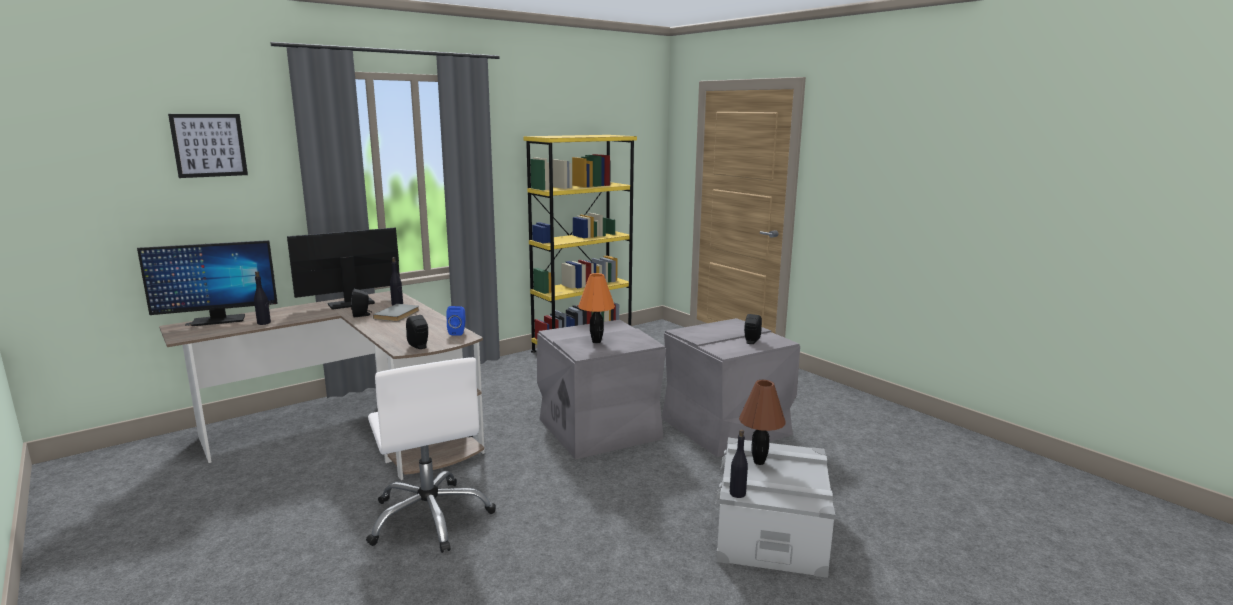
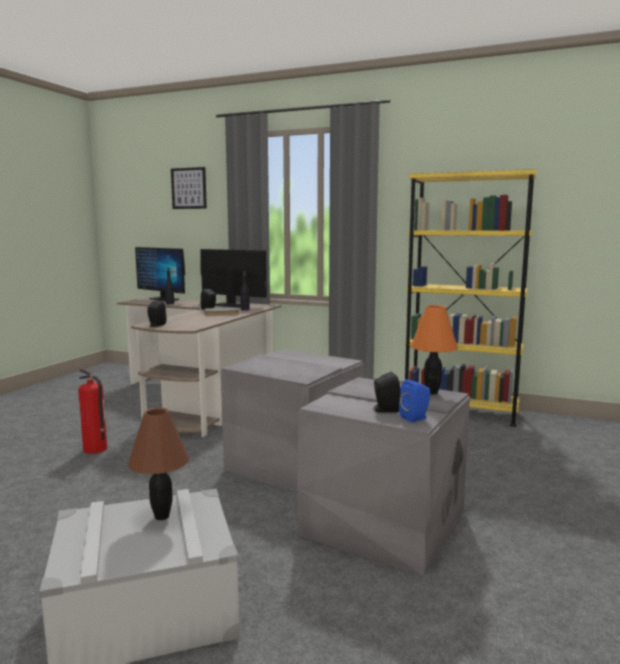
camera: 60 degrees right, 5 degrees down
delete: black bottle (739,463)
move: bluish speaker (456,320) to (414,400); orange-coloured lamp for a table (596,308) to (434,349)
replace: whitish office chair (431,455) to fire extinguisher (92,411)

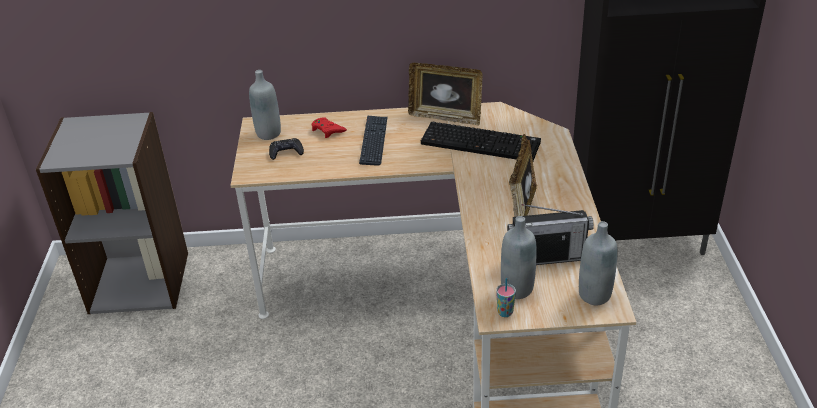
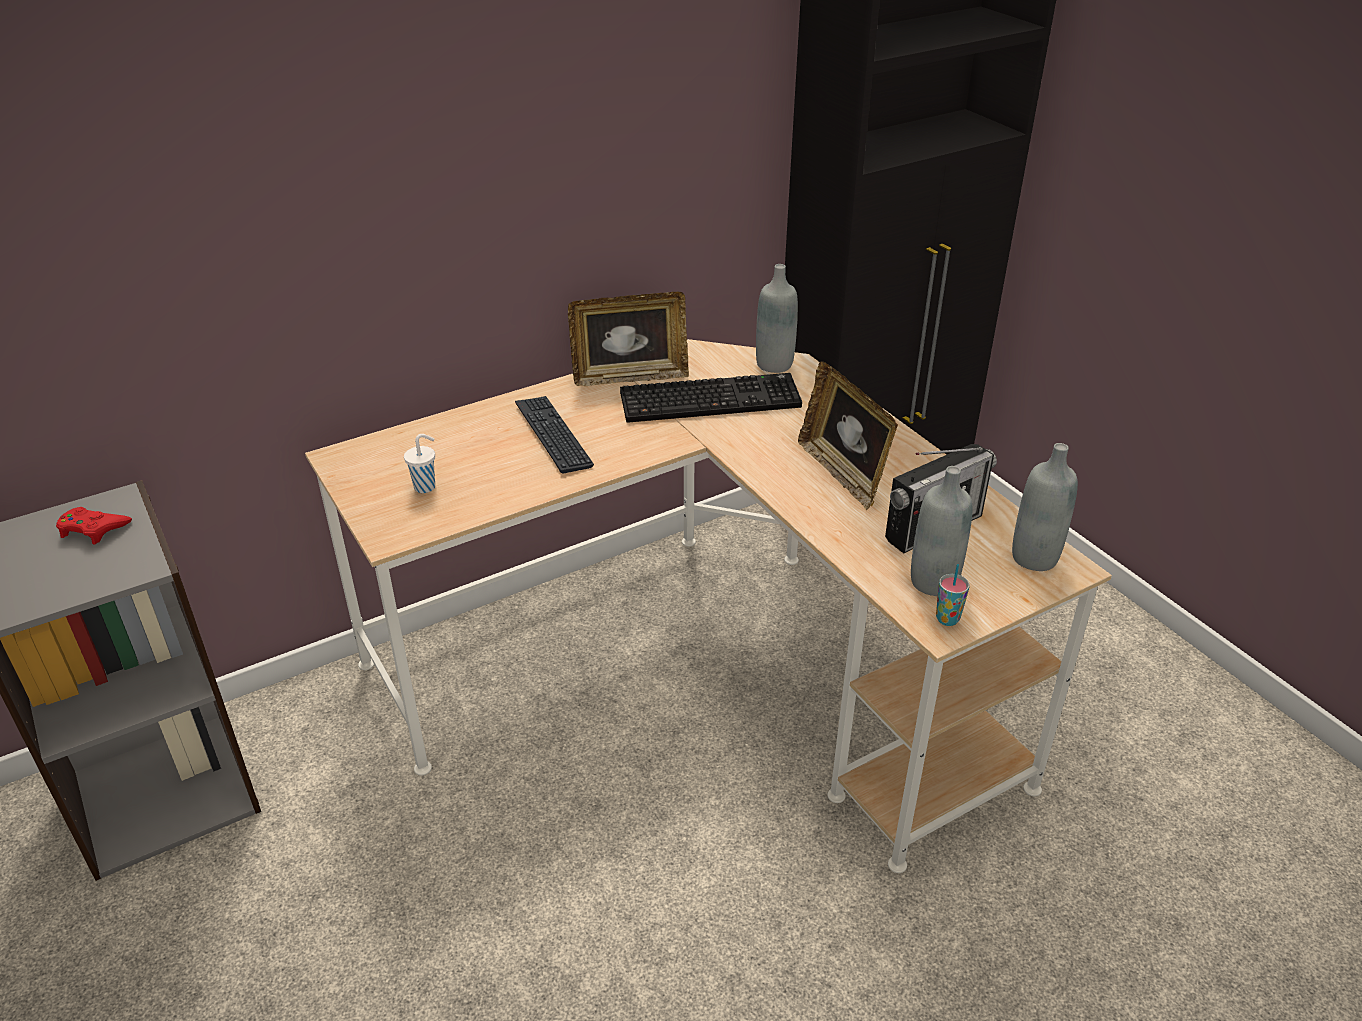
camera: 30 degrees left, 0 degrees up
move: gray bottle (265,105) to (777,318); red-coloured game controller (329,128) to (94,526)
replace: black game controller (286,149) to whitish small cup (419,463)

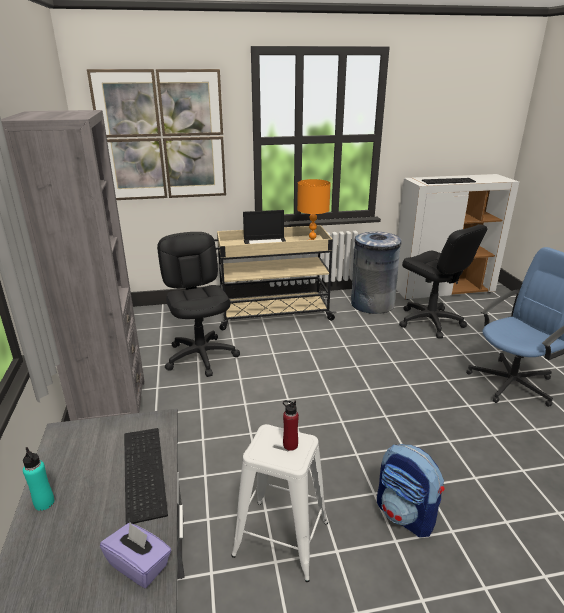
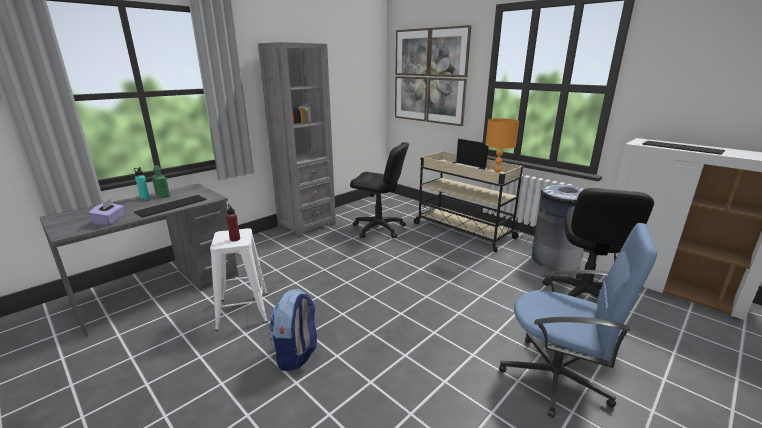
camera: 55 degrees right, 5 degrees down
insert: green-coloured bottle (161,181)
rotate: black office chair (198,304) = (379,190) 75 degrees clockwise

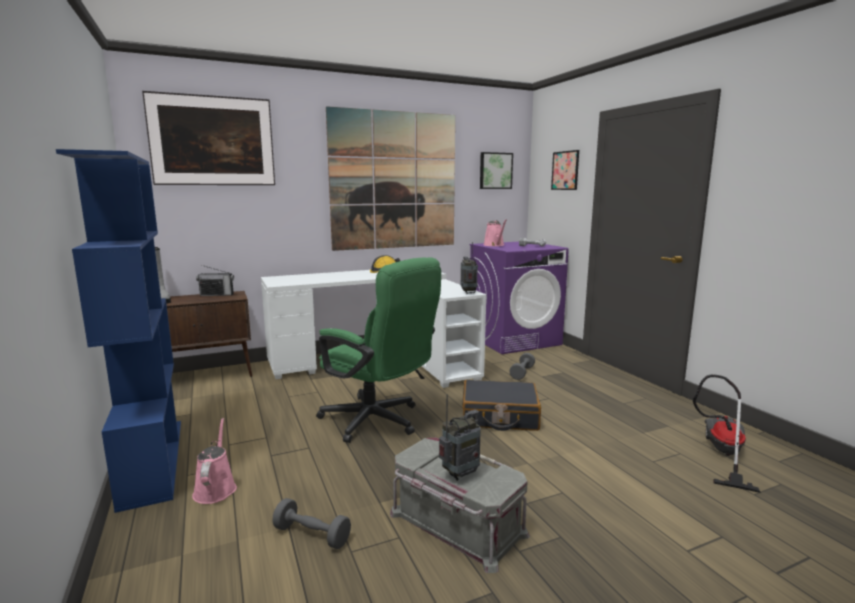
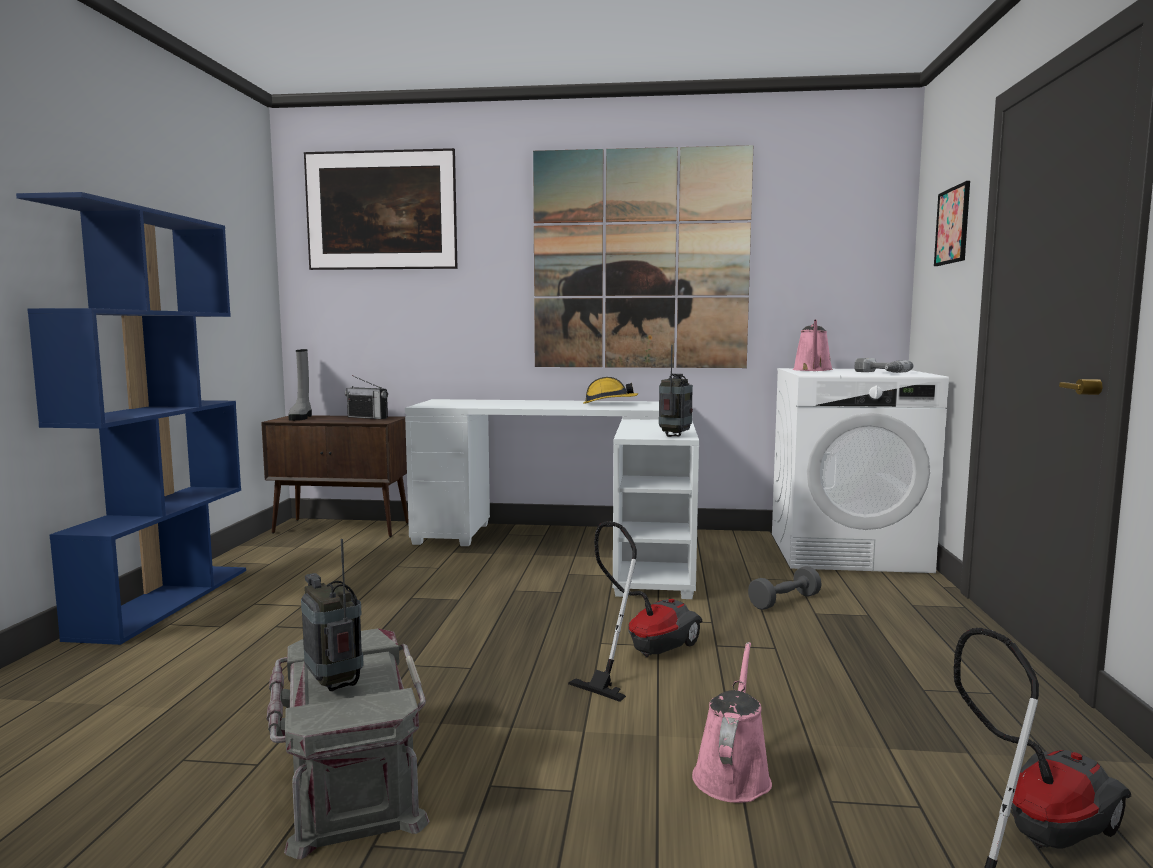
camera: 30 degrees right, 5 degrees down
delete: gray hand weight (311,523); green-coloured office chair (378,350); wall picture (496,170)
move: pinkish watering can (214,461) to (732,722)
replace: black suitcase (502,405) to vacuum cleaner (635,611)
recolor: purplish laundry machine (519,298) to whitish laundry machine (860,470)
rotate: radio (460,437) = (332,615) 120 degrees counterclockwise

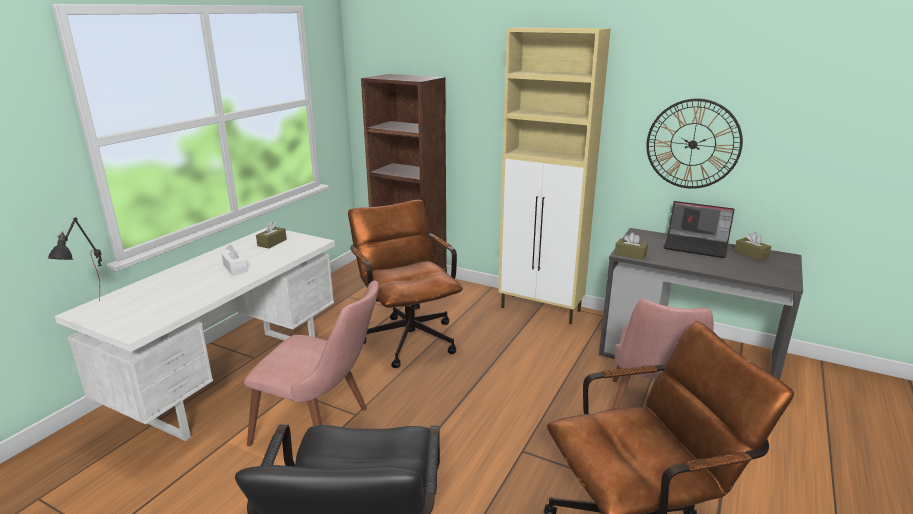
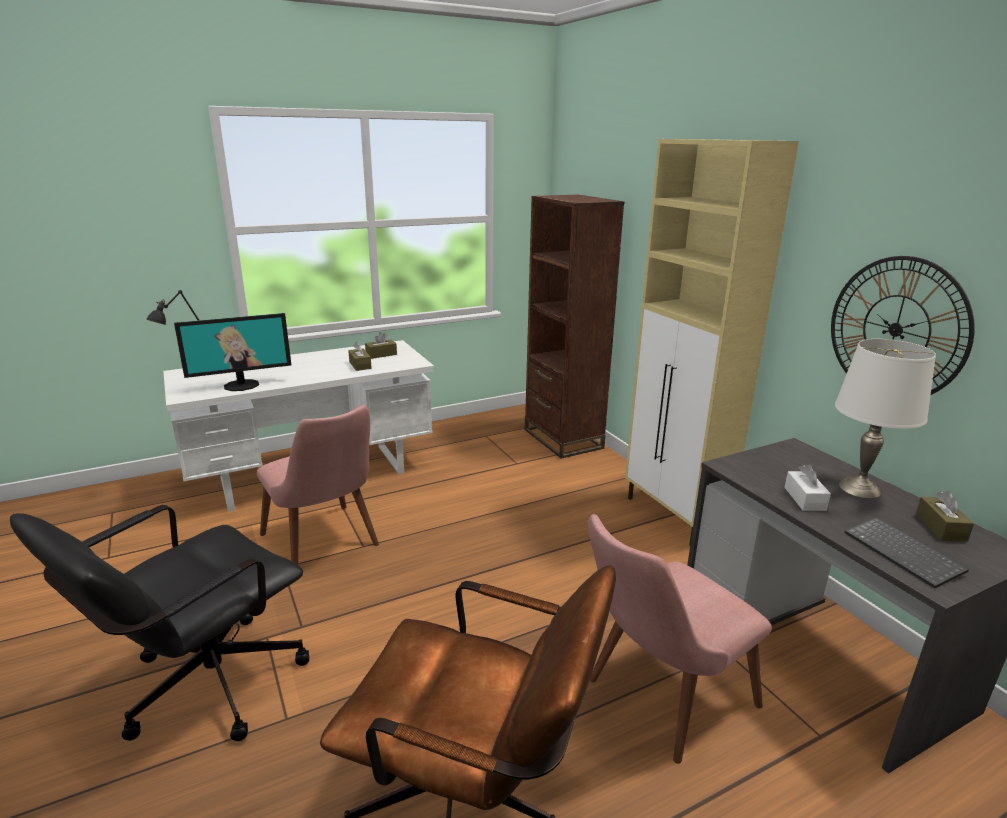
camera: 35 degrees right, 0 degrees up
delete: brown office chair (405,284)
insert: computer screen (232,352); keyboard (907,552)
move: whitish box of tissues (235,259) to (807,487); brown box of tissues (631,246) to (360,356)
replace: notebook computer (699,229) to whitish lamp for a table (885,418)

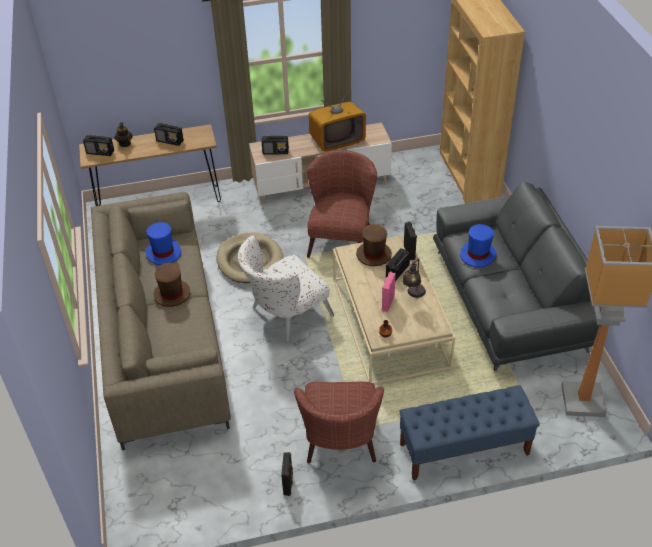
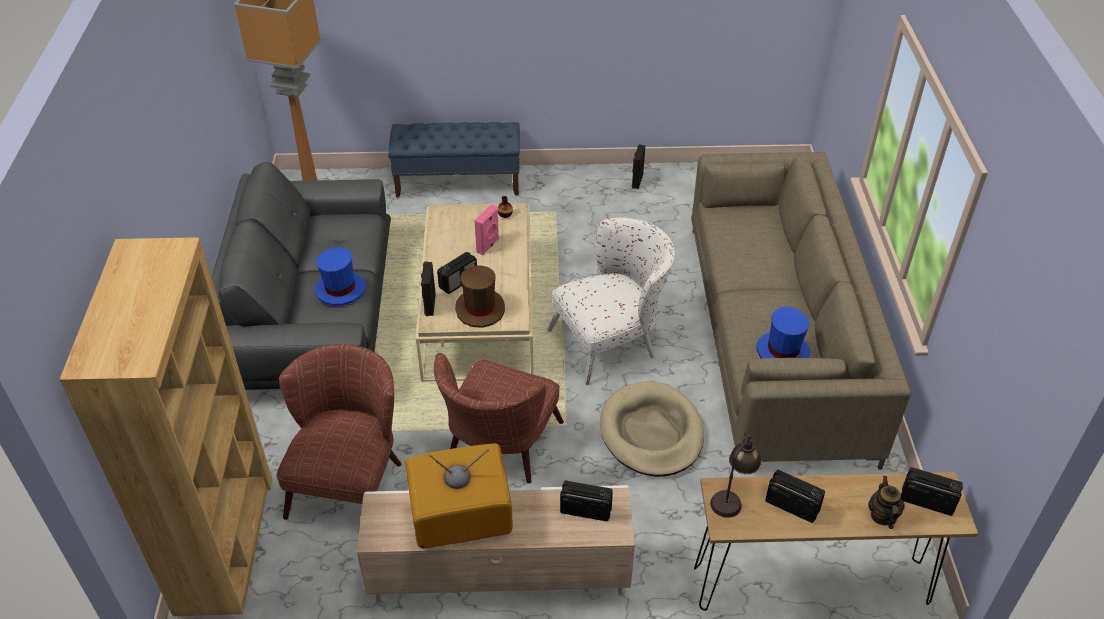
camera: 170 degrees left, 0 degrees up
delete: brown clothing hat (172,284)
move: brown armchair (339,422) to (339,432); lamp for a table (414,278) to (736,475)

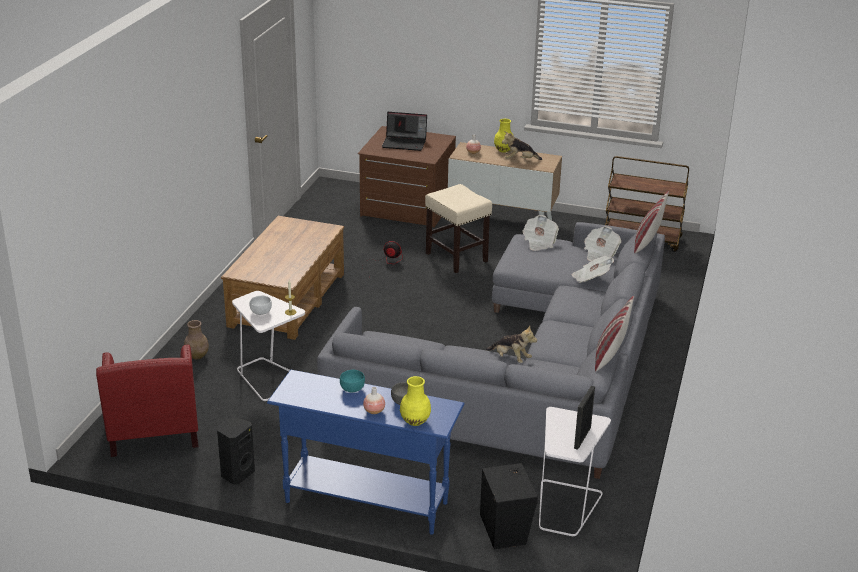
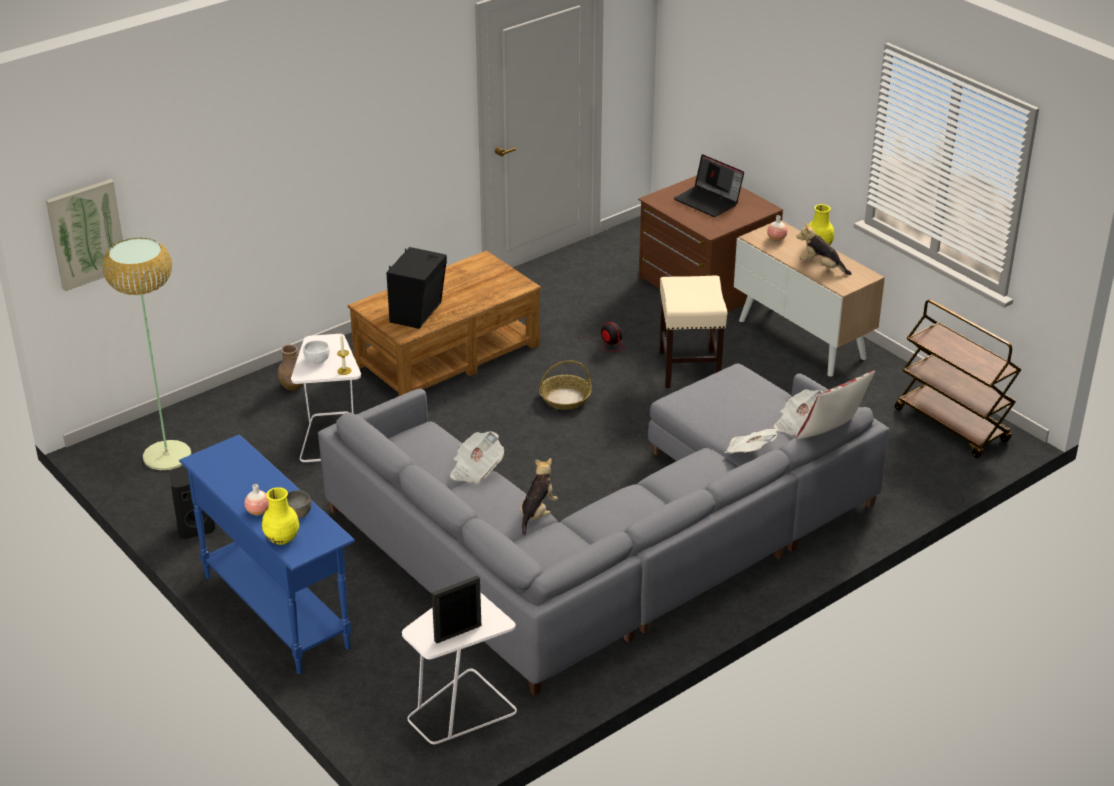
camera: 35 degrees right, 5 degrees up
delete: blue-green bowl (352,381); throw pillow (614,333)
insert: wall picture (85,235); basket (565,385)
move: black speaker (509,506) to (416,288); newspaper (540,233) to (477,458)
replace: red-coloured armchair (147,400) to floor lamp (146,354)
rotate: soft toy (511,344) = (539,497) 135 degrees counterclockwise

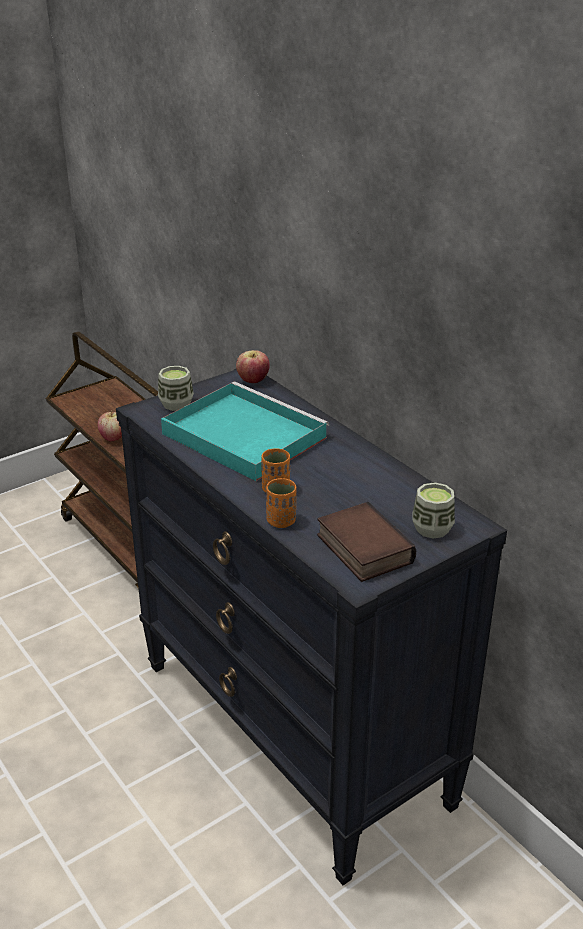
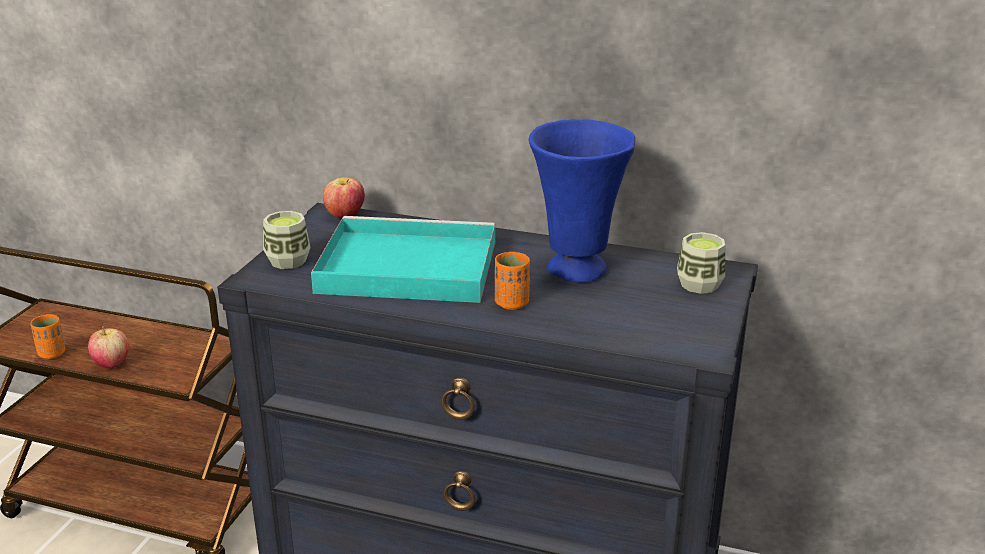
camera: 35 degrees left, 5 degrees down
delete: book (366,542)
insert: bluish vase (582,201)
move: orange-coloured small cup (281,503) to (47,336)

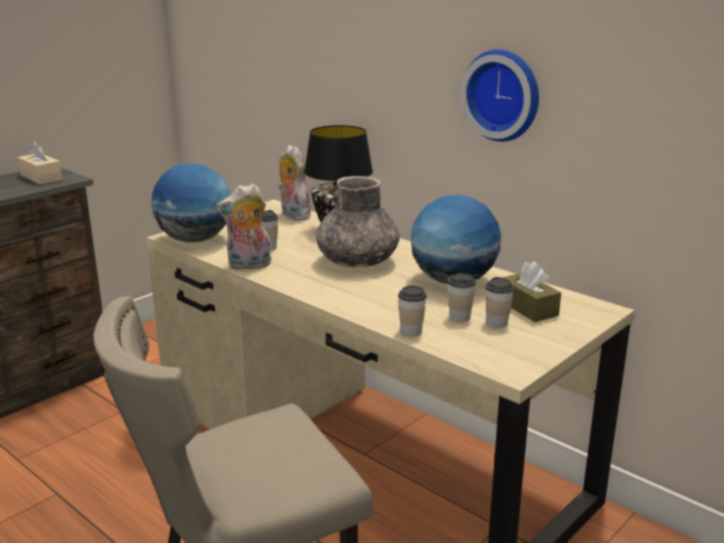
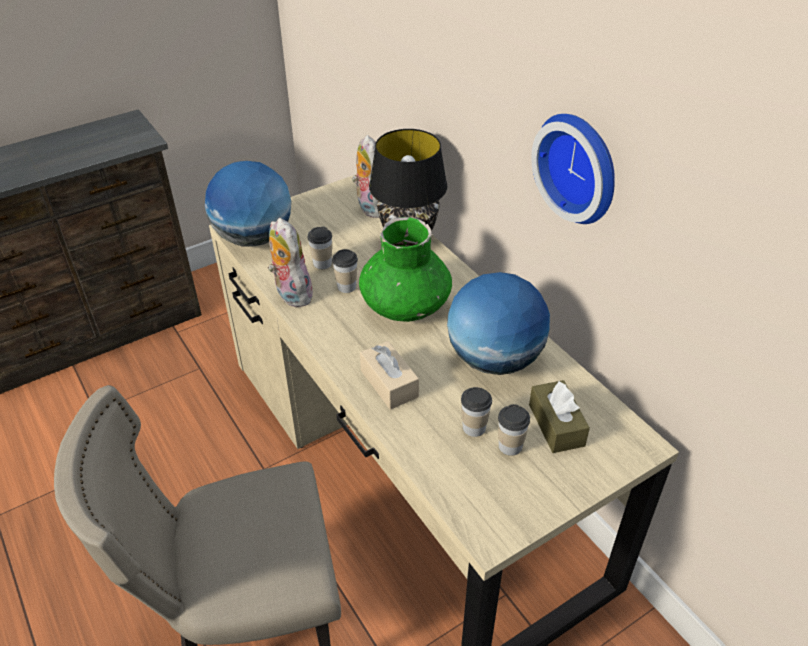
camera: 15 degrees right, 20 degrees up
move: sand-coloured box of tissues (40,162) to (389,375); small cup (412,311) to (345,271)
recolor: gray vase (358,221) to green-coloured vase (405,269)
rotate: soft toy (244,226) = (290,262) 60 degrees clockwise

